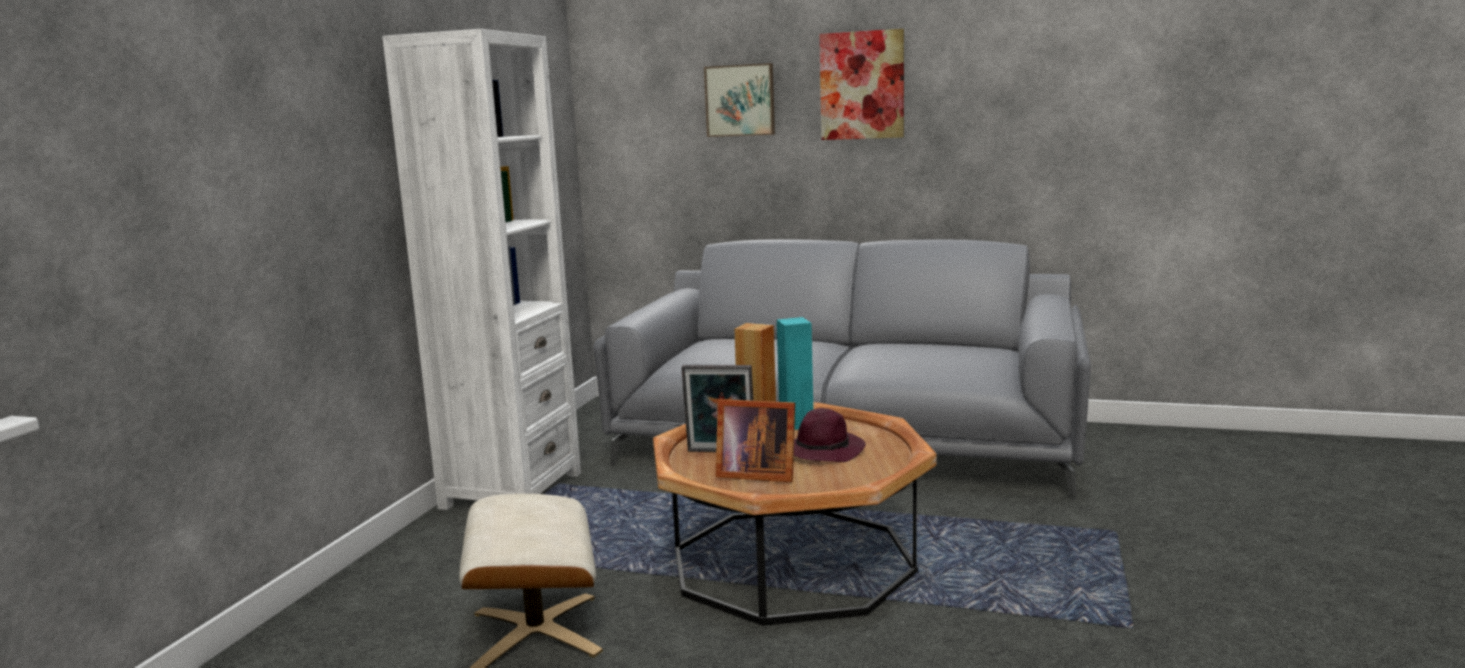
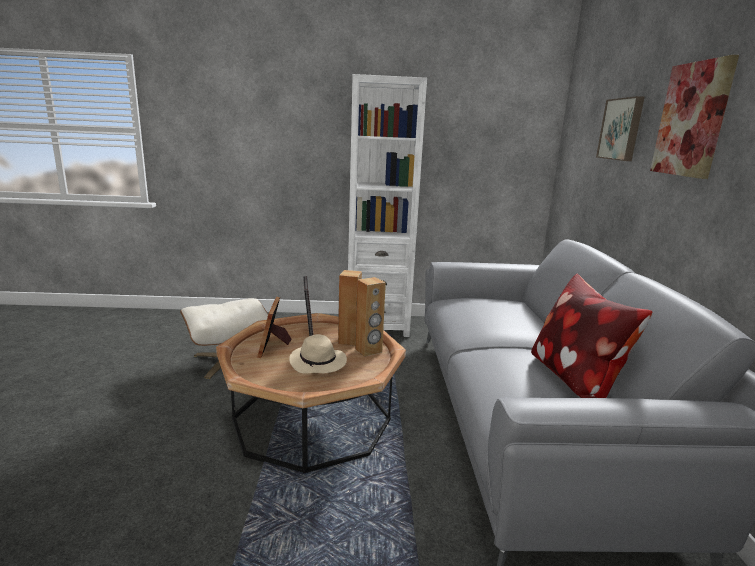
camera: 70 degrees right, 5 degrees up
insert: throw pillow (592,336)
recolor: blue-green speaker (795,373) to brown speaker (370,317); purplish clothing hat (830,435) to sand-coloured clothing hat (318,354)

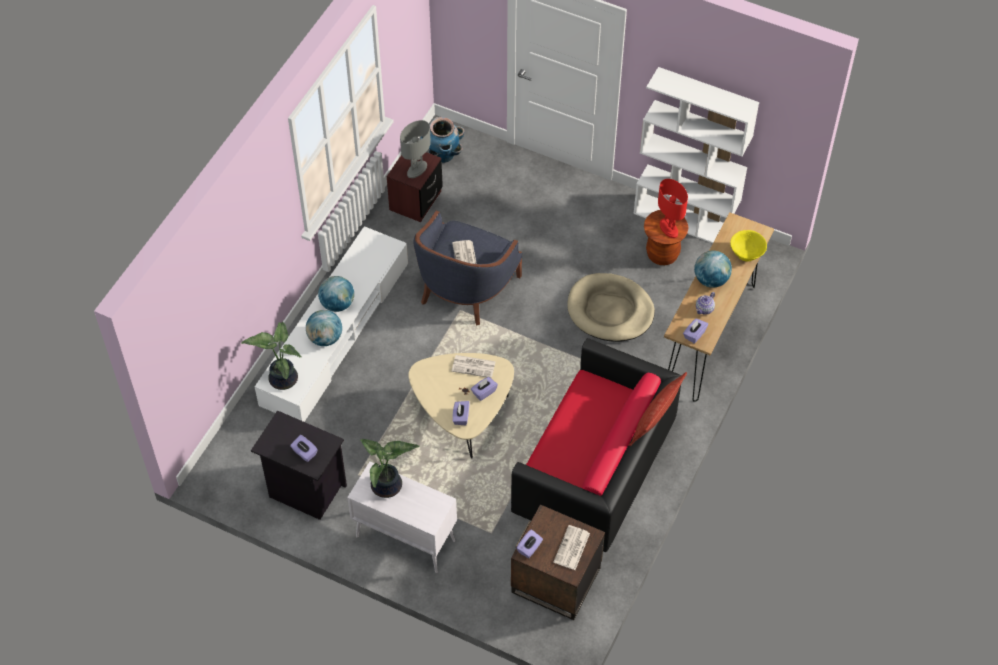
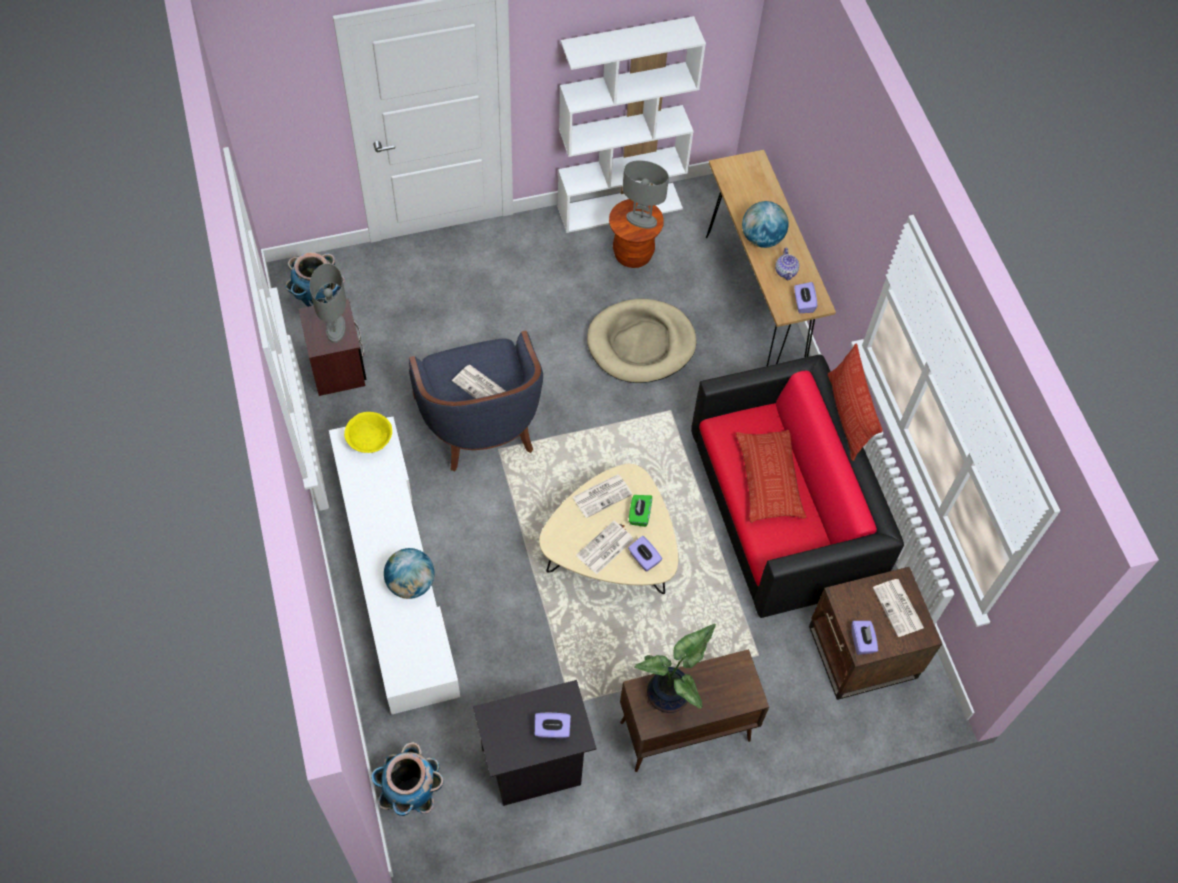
camera: 45 degrees left, 5 degrees up
delete: potted plant (272,356); world globe (336,294)
insert: plant pot (407,779); newspaper (605,548); throw pillow (771,476)
move: yellow-coloured bowl (748,246) to (368,432)
recolor: whitish storage cabinet (402,517) to brown storage cabinet (694,710); purplish box of tissues (484,389) to green-coloured box of tissues (640,511); red-coloured lamp for a table (673,208) to gray lamp for a table (646,194)

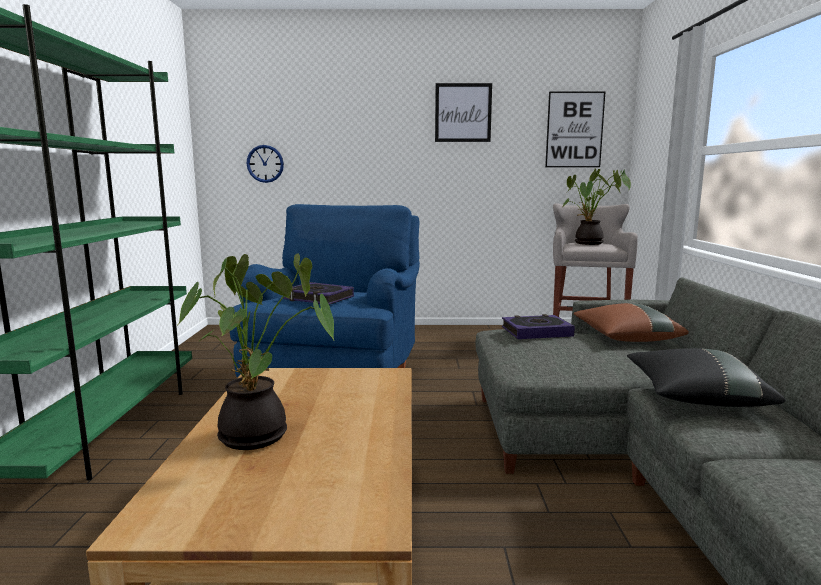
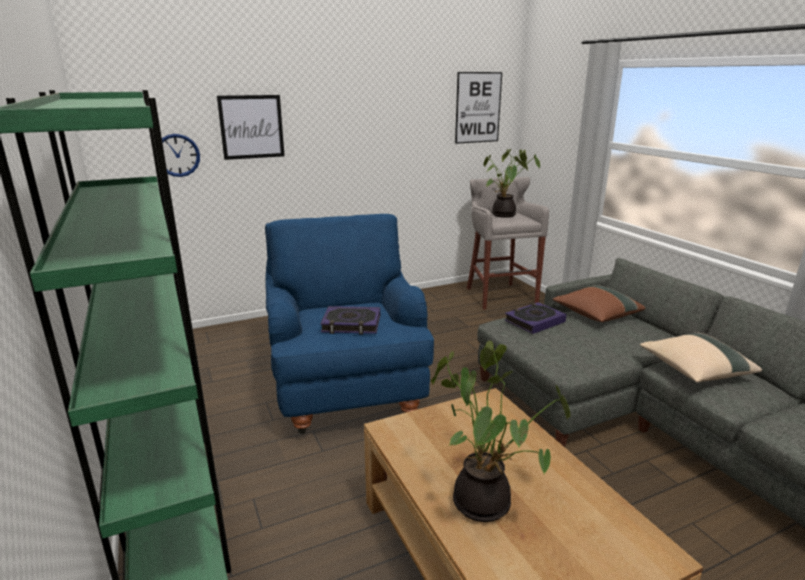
camera: 25 degrees left, 10 degrees up
move: wall picture (463,112) to (251,127)
recolor: black throw pillow (706,377) to sand-coloured throw pillow (701,358)

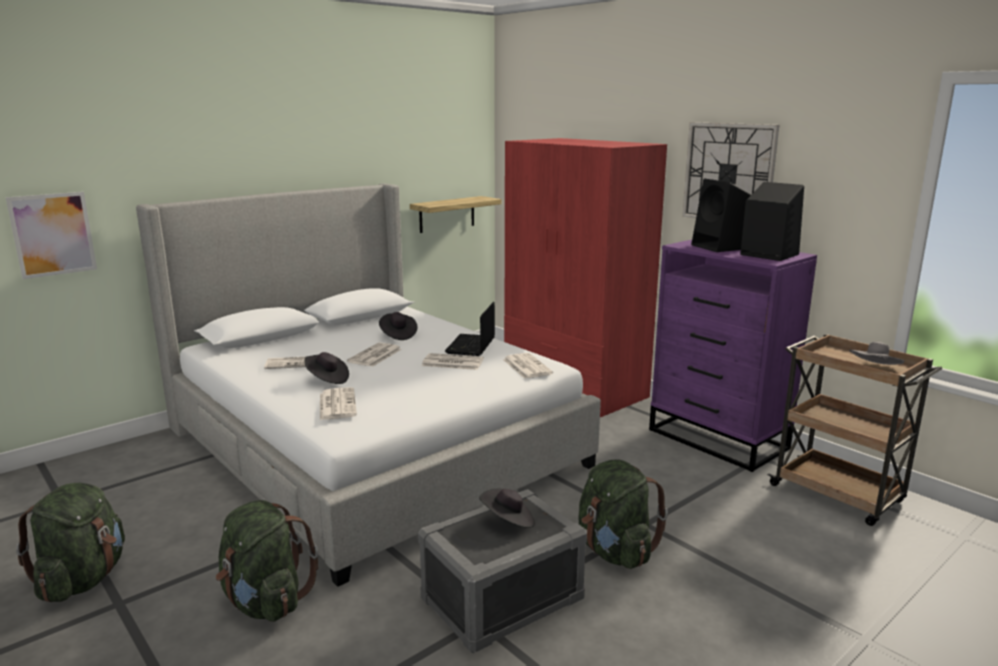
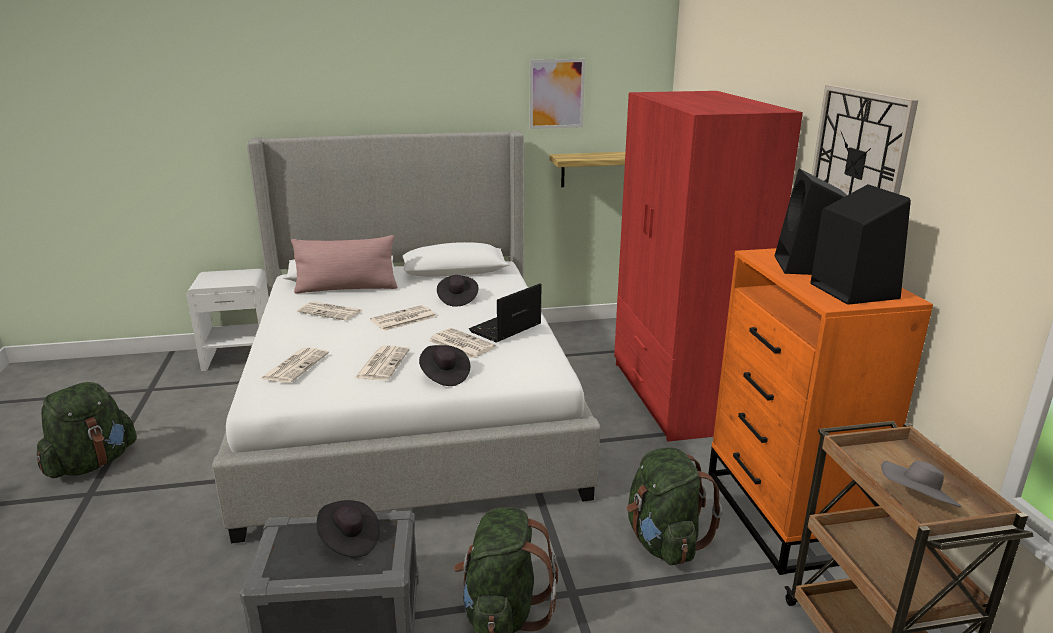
camera: 30 degrees right, 5 degrees up
insert: whitish bedside table (228,320); pinkish throw pillow (344,264)
move: wall picture (51,235) to (557,94); green-coloured backpack (267,561) to (674,506); black clothing hat (326,368) to (444,365); newspaper (528,366) to (382,363)
recolor: purplish drawer chest (733,356) to orange-coloured drawer chest (820,411)

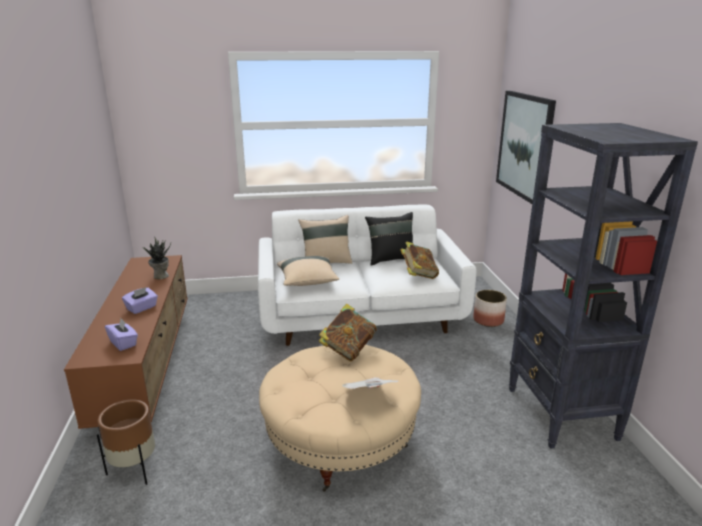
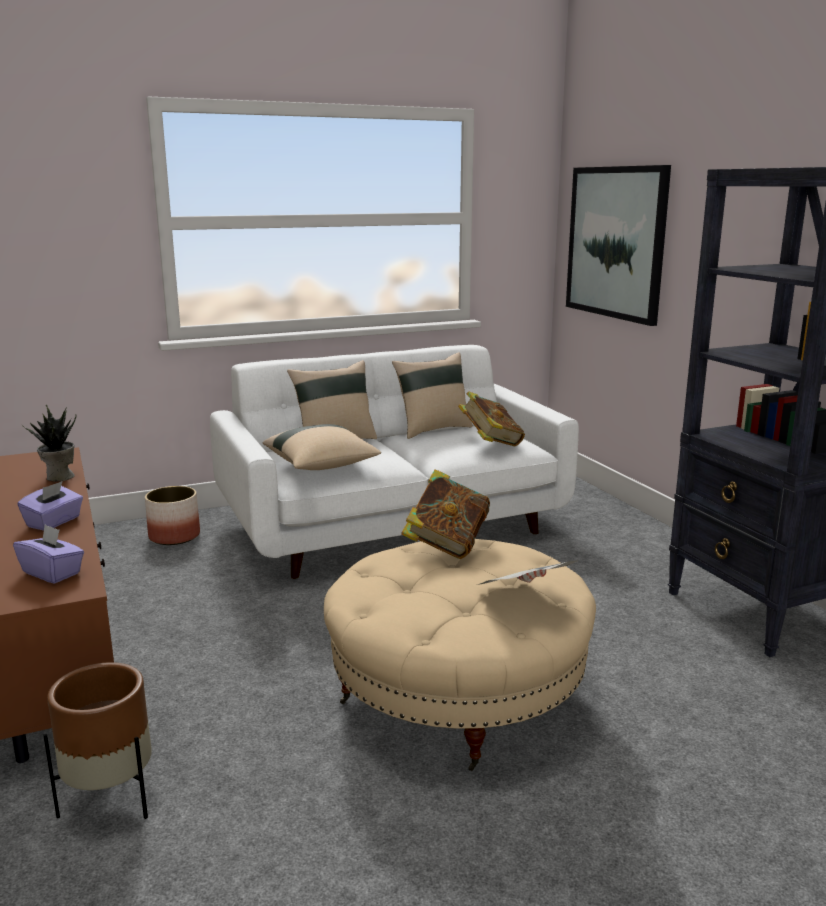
camera: 15 degrees left, 5 degrees down
move: plant pot (490,308) to (172,515)
recolor: black throw pillow (389,239) to sand-coloured throw pillow (432,395)

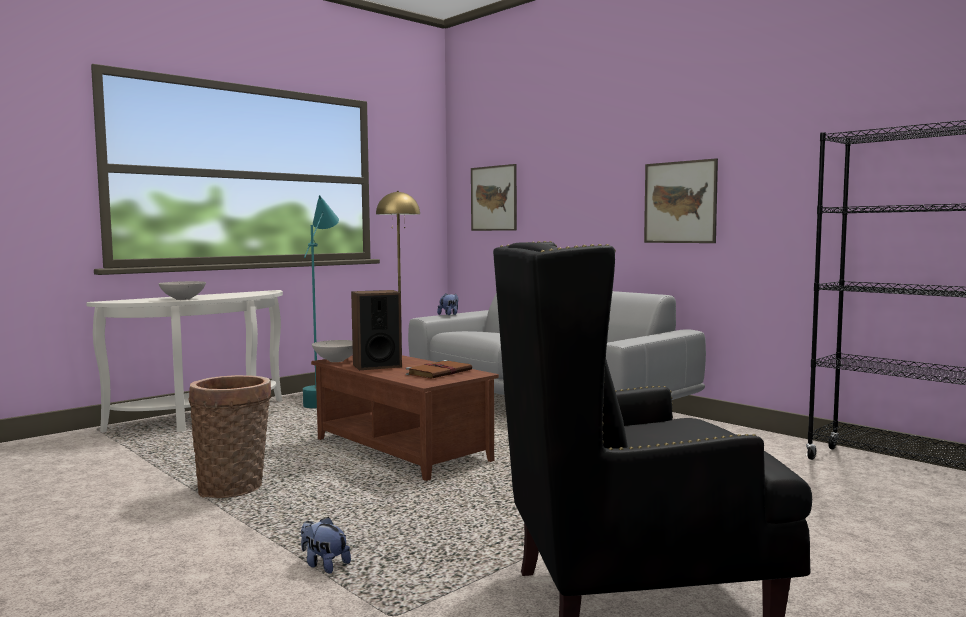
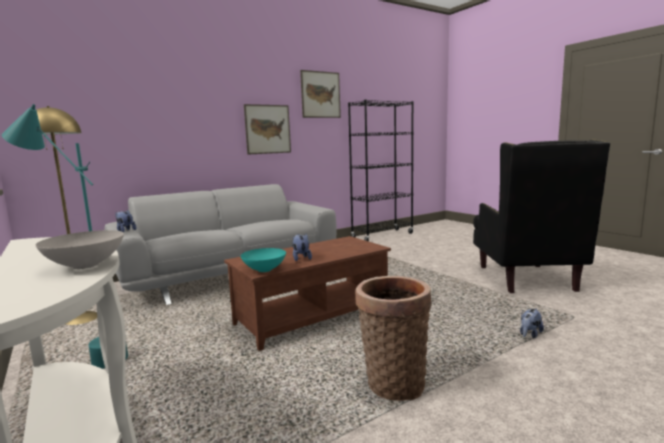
camera: 80 degrees left, 5 degrees up
delete: brown book (439,369)
move: wall picture (494,197) to (320,94)
replace: speaker (376,330) to soft toy (302,247)
recolor: whitish bowl (332,351) to blue-green bowl (263,260)

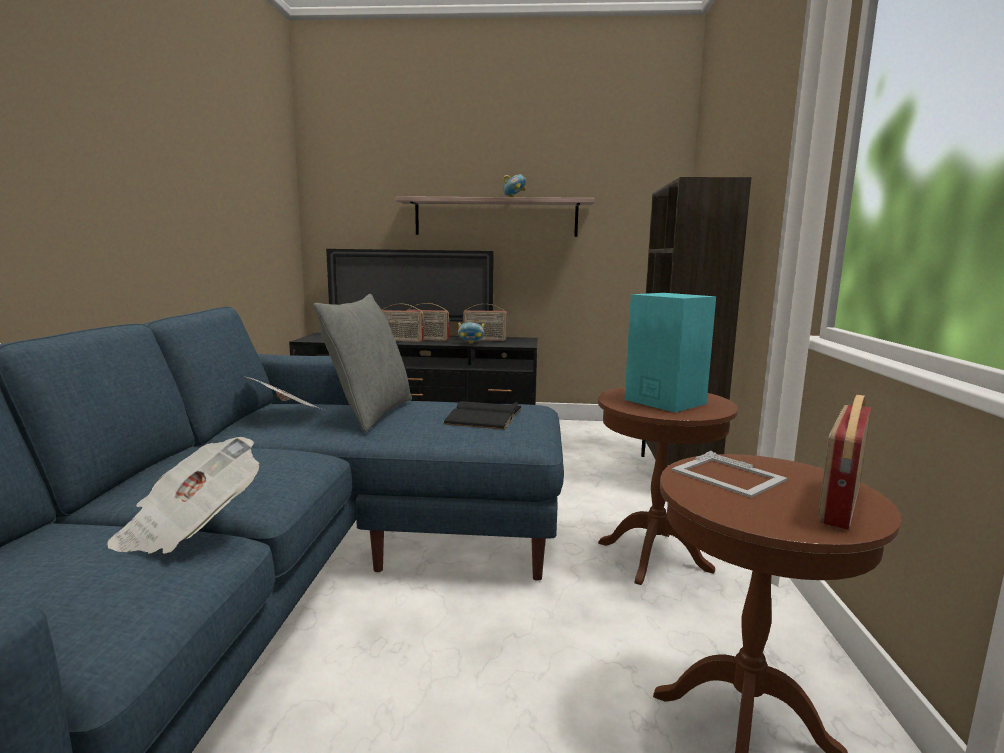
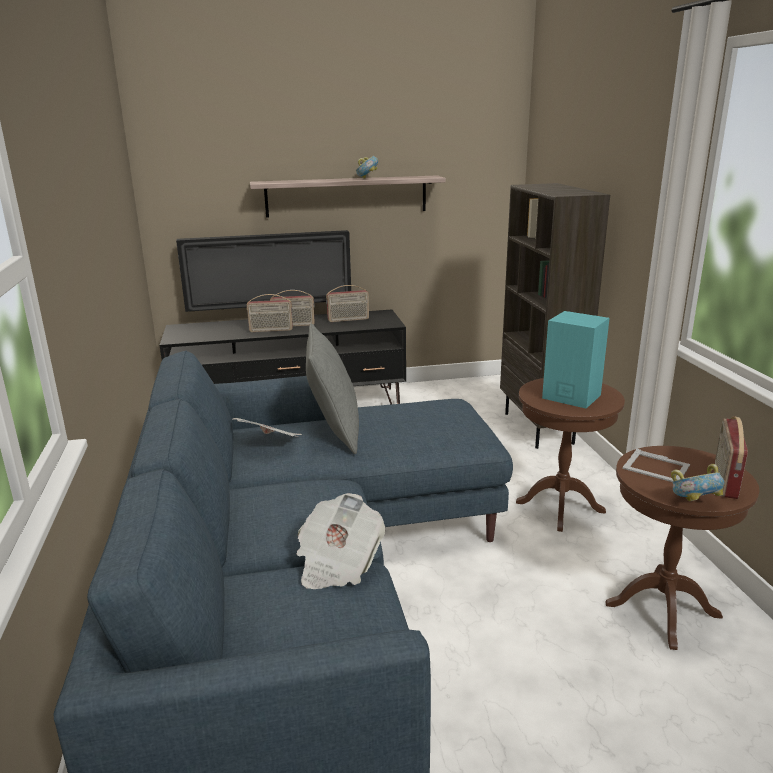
camera: 15 degrees left, 10 degrees up
delete: black book (482,415)
move: bowl (471,333) to (698,482)

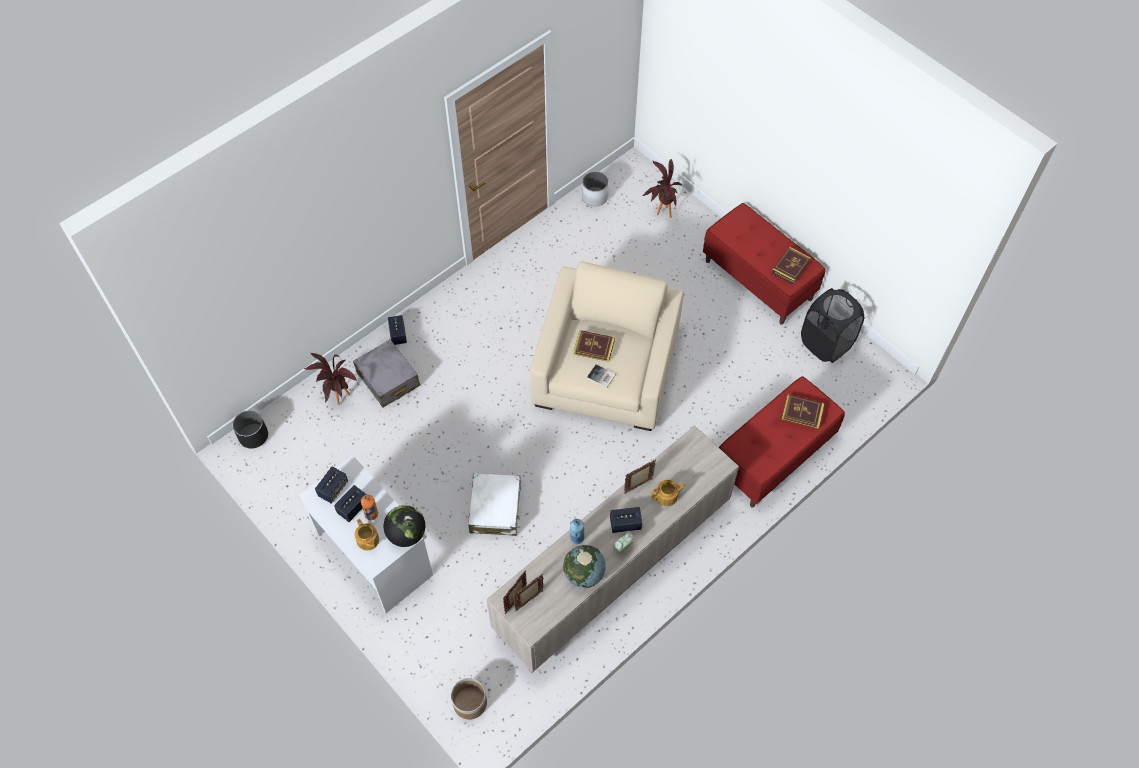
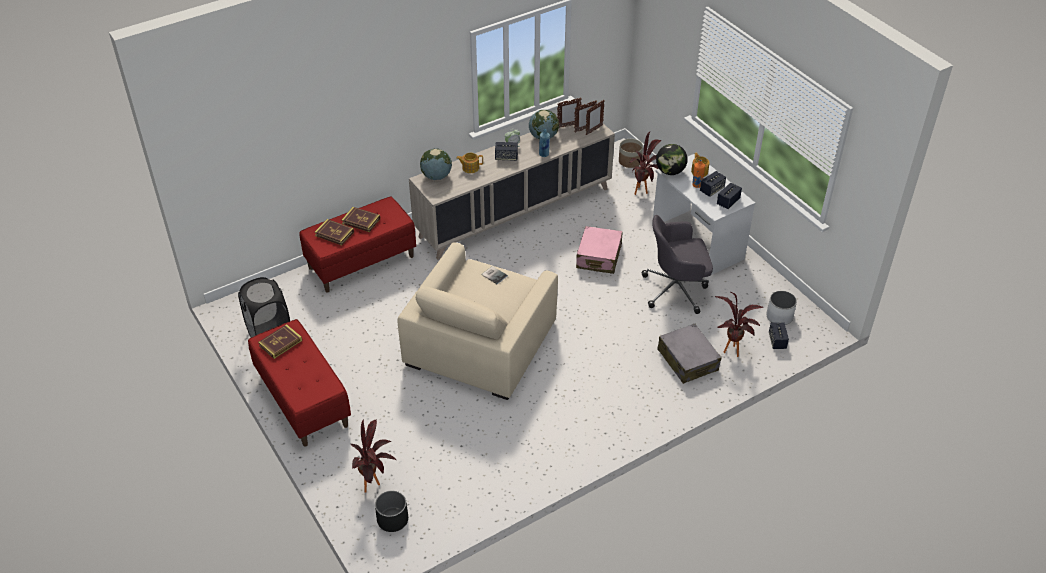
camera: 170 degrees left, 15 degrees down
insert: world globe (436,164); potted plant (645,163); gray office chair (677,264)
move: black plant pot (250,429) to (391,511); speaker (397,330) to (779,335); book (594,346) to (361,219); whitish plant pot (595,188) to (781,308); standing frame (640,477) to (569,113)
recolor: whitish suitcase (494,504) to pinkish suitcase (599,250)

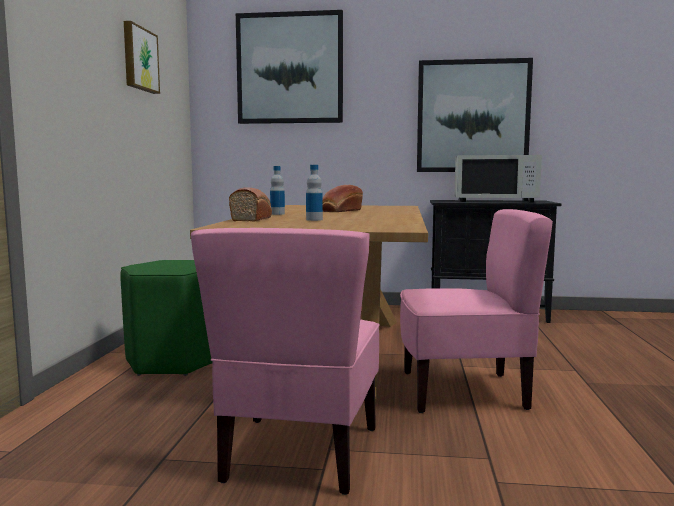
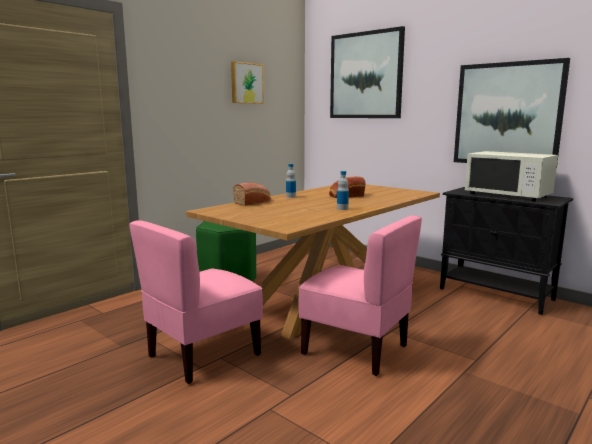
camera: 35 degrees right, 5 degrees up
move: bottle (314,193) to (343,190)

